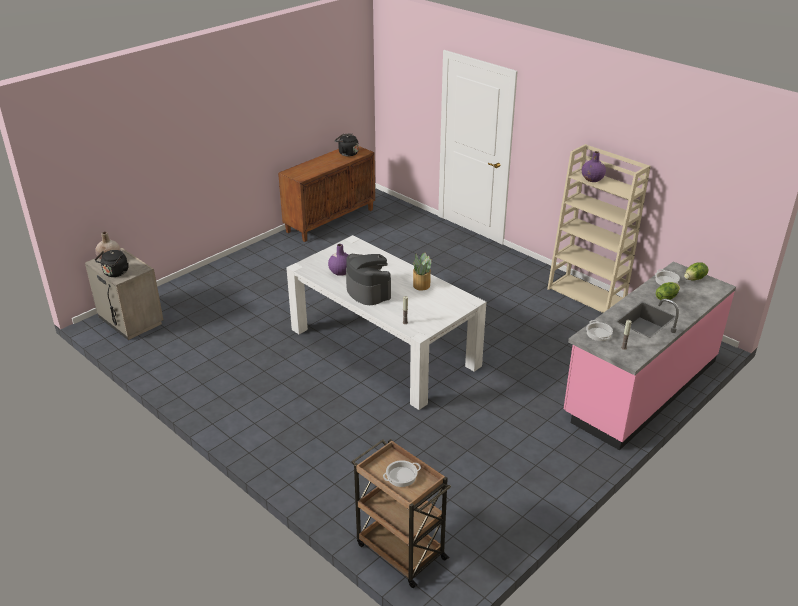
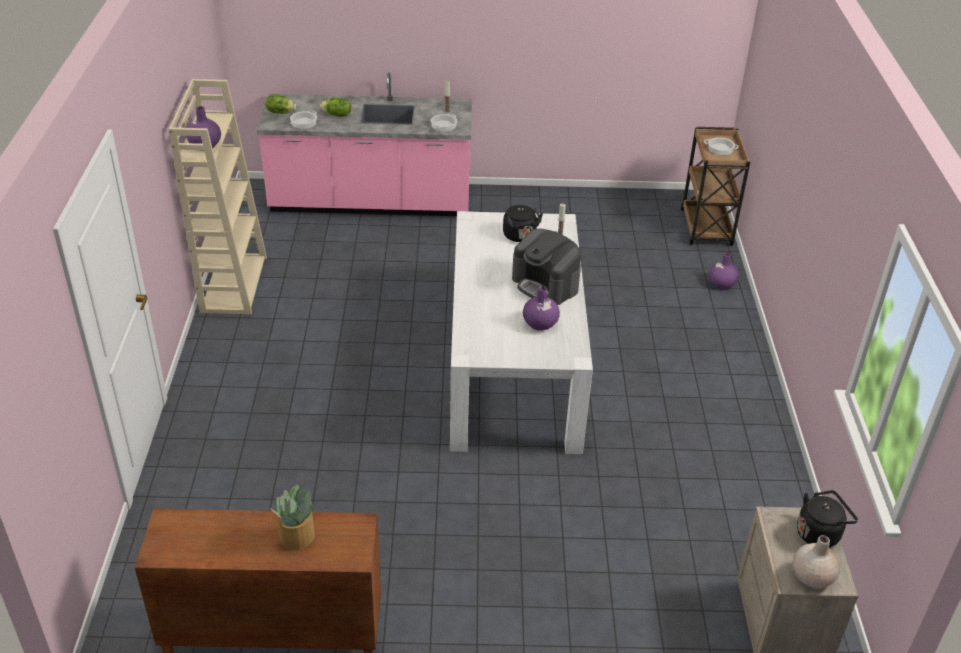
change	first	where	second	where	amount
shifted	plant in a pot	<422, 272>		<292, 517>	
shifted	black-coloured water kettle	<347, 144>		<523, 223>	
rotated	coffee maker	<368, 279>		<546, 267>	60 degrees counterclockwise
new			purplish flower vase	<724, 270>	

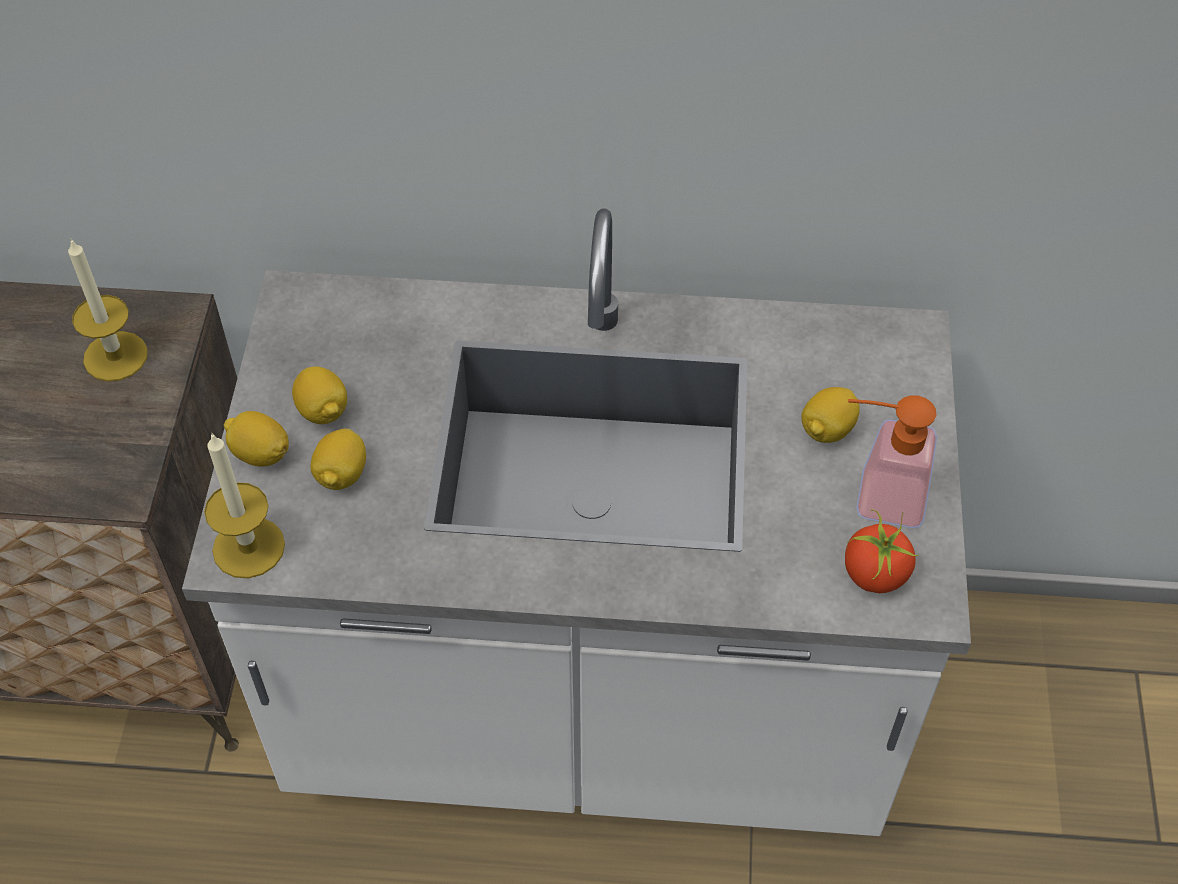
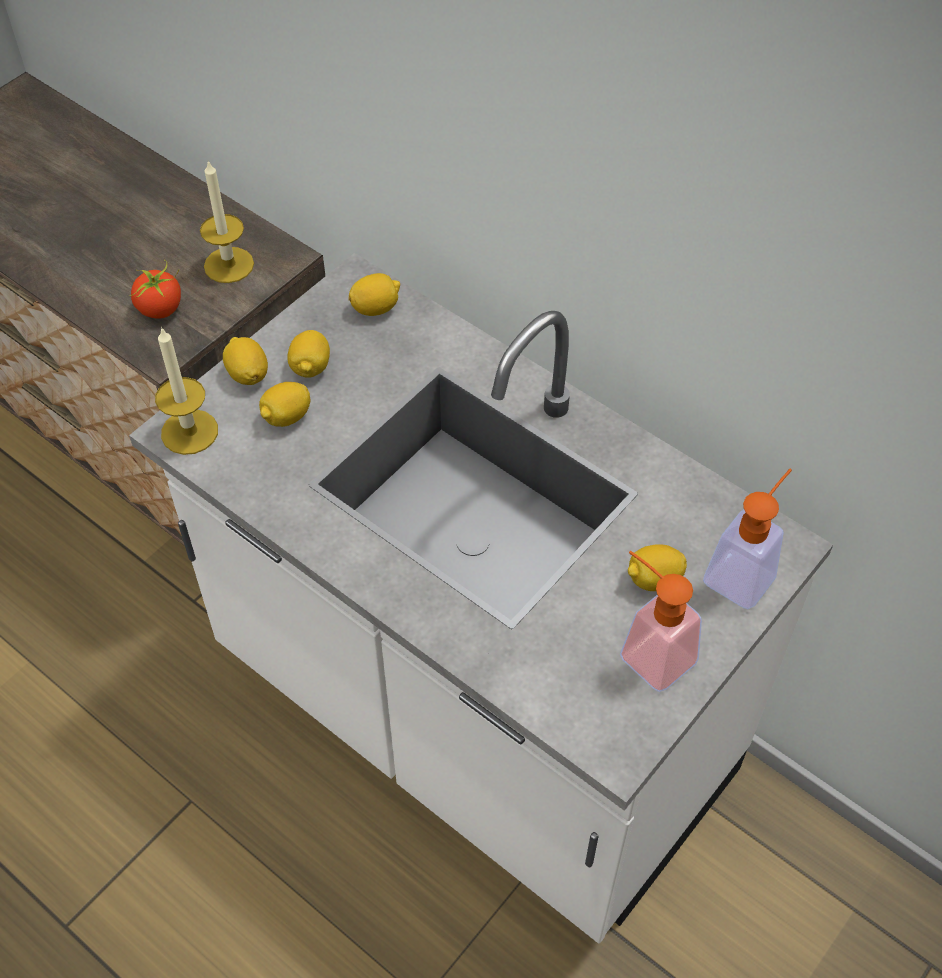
change	first	where	second	where	amount
shifted	fresh tomato	<881, 551>		<155, 289>	
new			whole lemon	<374, 294>	
new			soap bottle	<747, 539>	

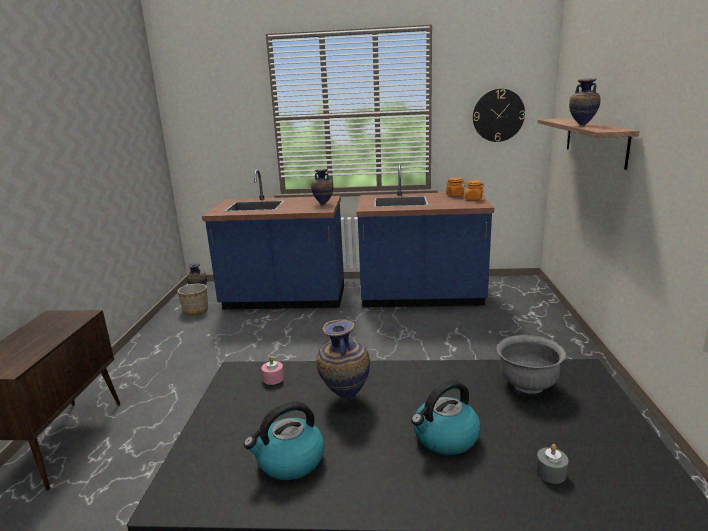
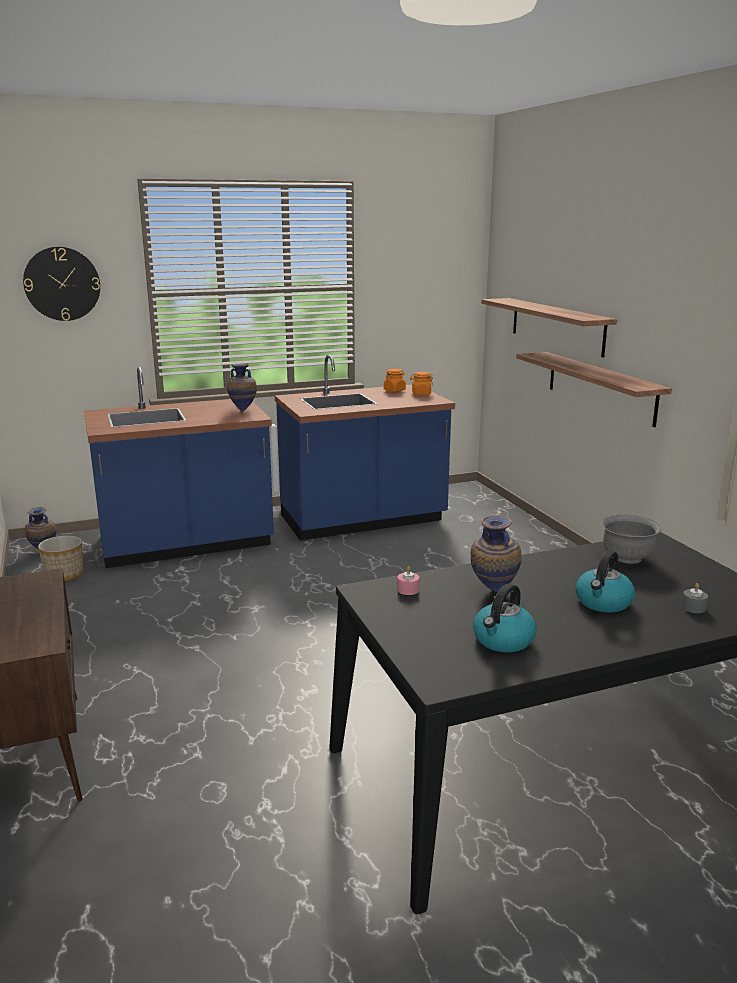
change	first	where	second	where	amount
shifted	clock on the wall	<499, 115>		<61, 284>	
new			wall shelf	<594, 389>	
gone	flower vase	<585, 102>			

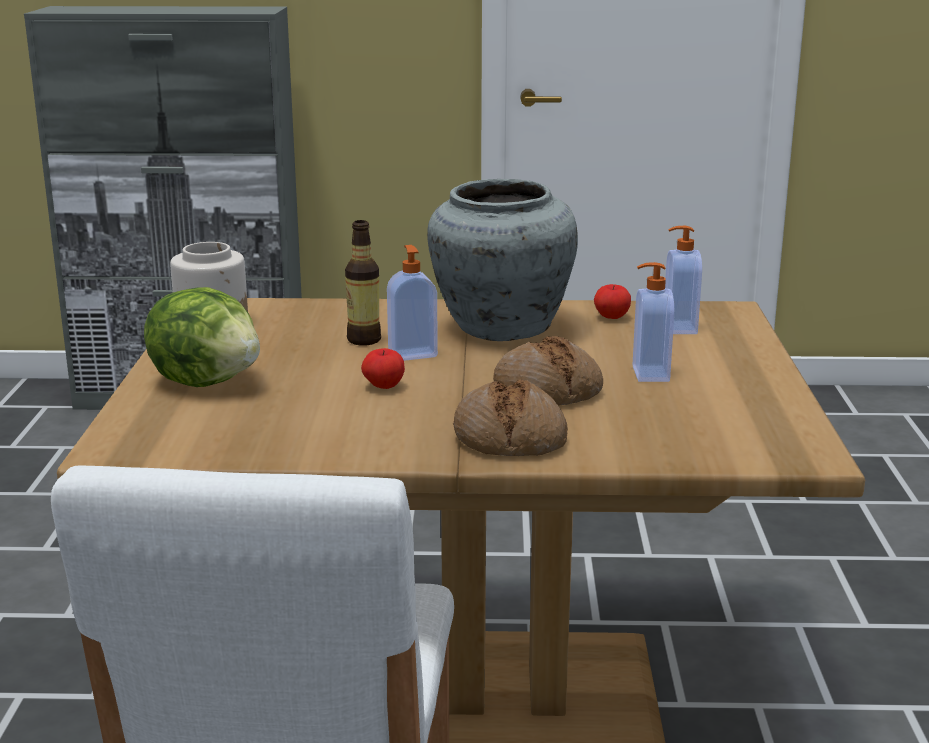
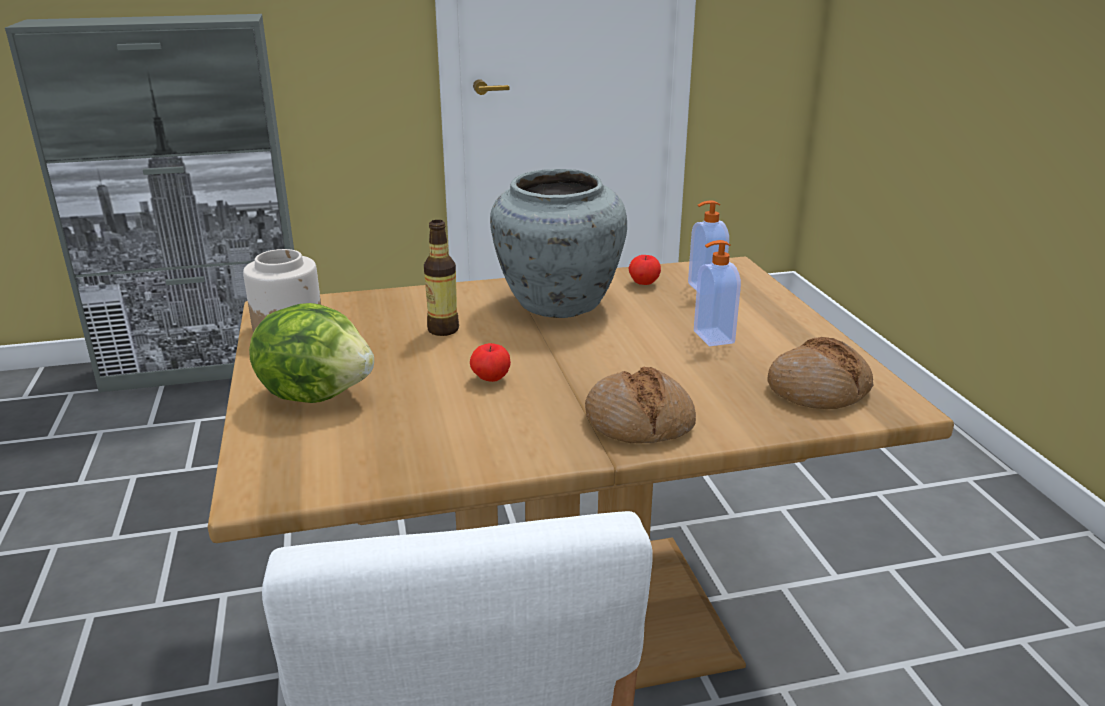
change	first	where	second	where	amount
shifted	baked bread	<548, 371>		<820, 373>	
gone	soap bottle	<412, 303>			

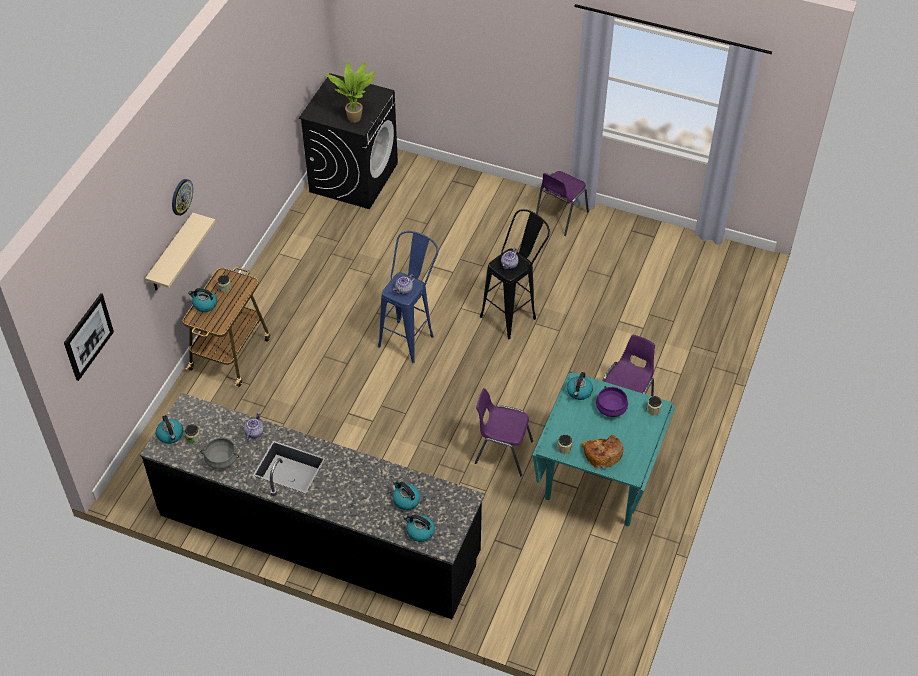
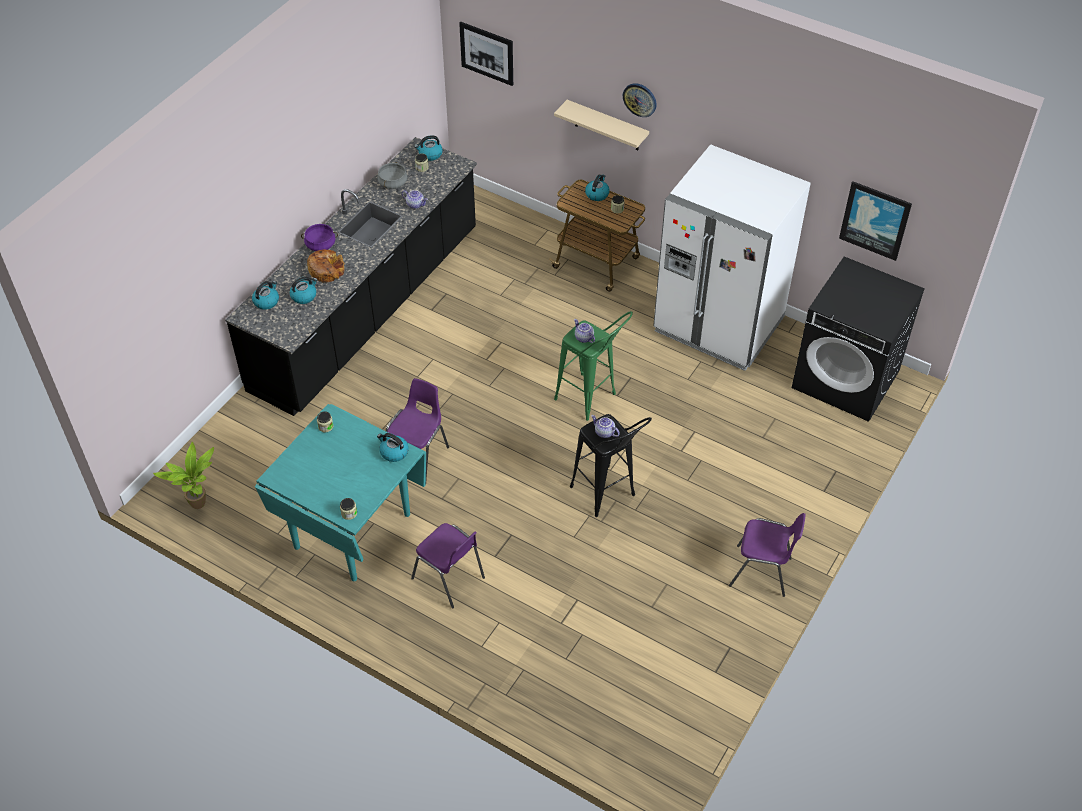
change	first	where	second	where	amount
shifted	plant in a pot	<350, 92>		<183, 475>	
shifted	purplish stockpot	<612, 401>		<319, 237>	
shifted	baked bread	<603, 452>		<326, 266>	
repainted	blue stool	<408, 297>	green stool	<593, 366>	
new			white refrigerator	<732, 257>	
rotated	purplish upright chair	<562, 203>		<767, 555>	150 degrees clockwise
new			wall picture	<875, 221>	

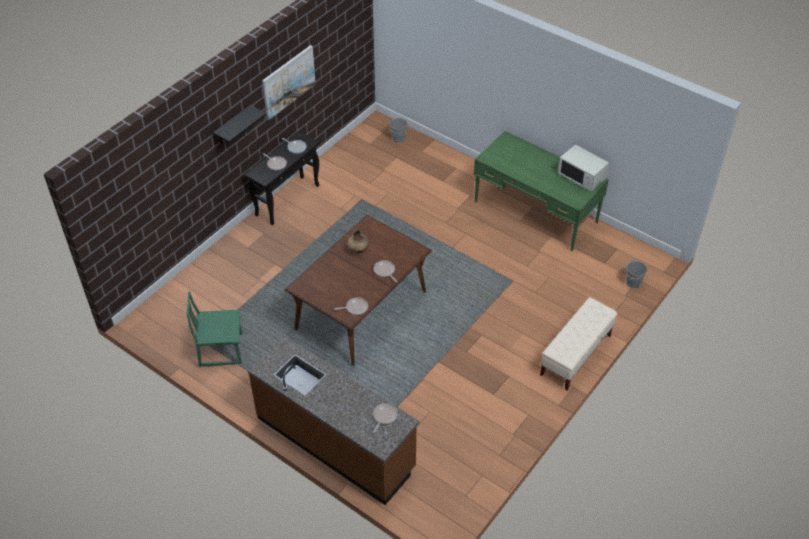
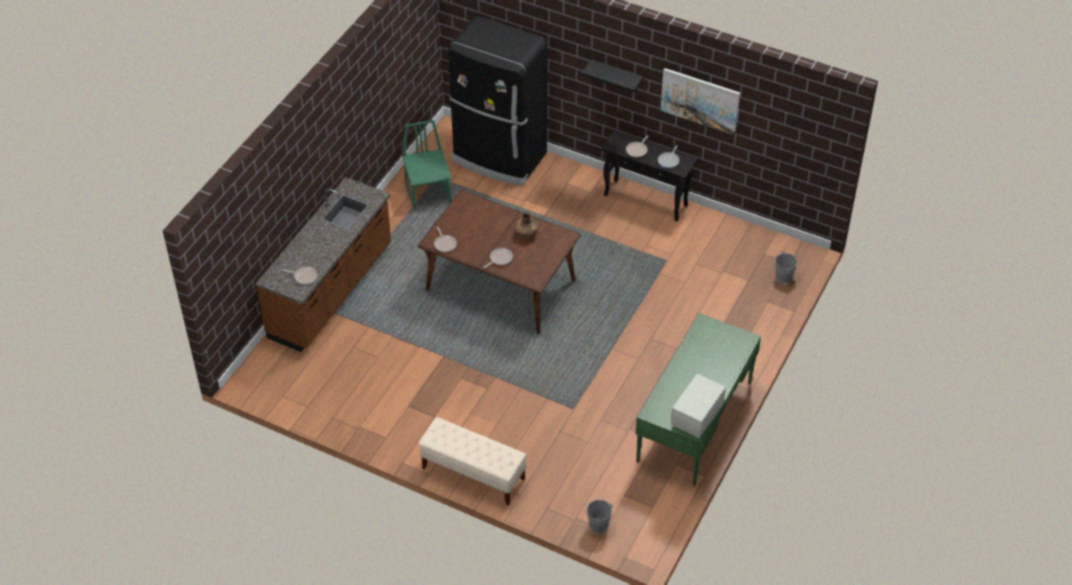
change	first	where	second	where	amount
new			black-coloured refrigerator	<498, 100>	

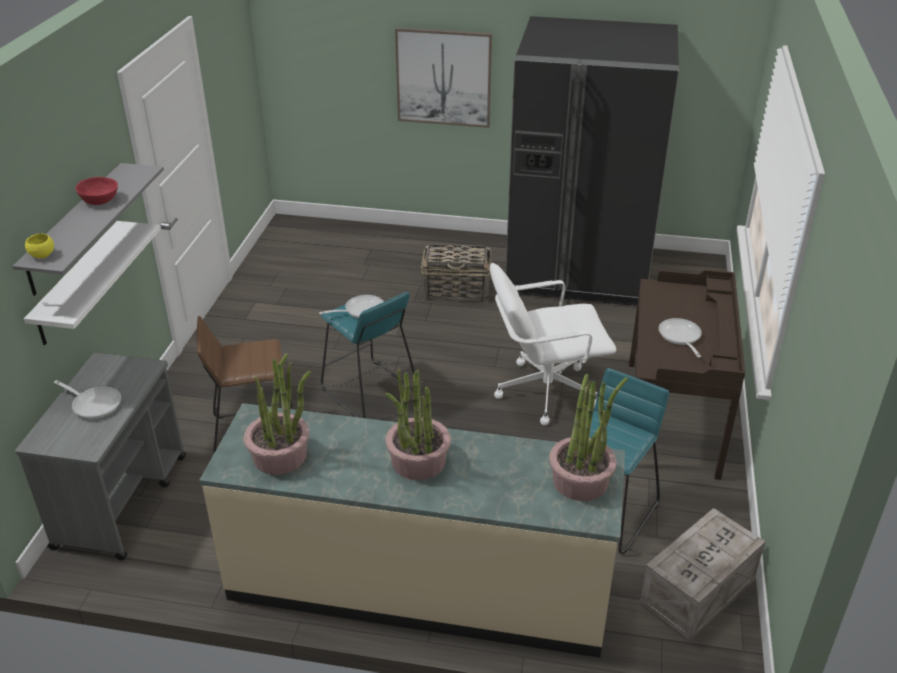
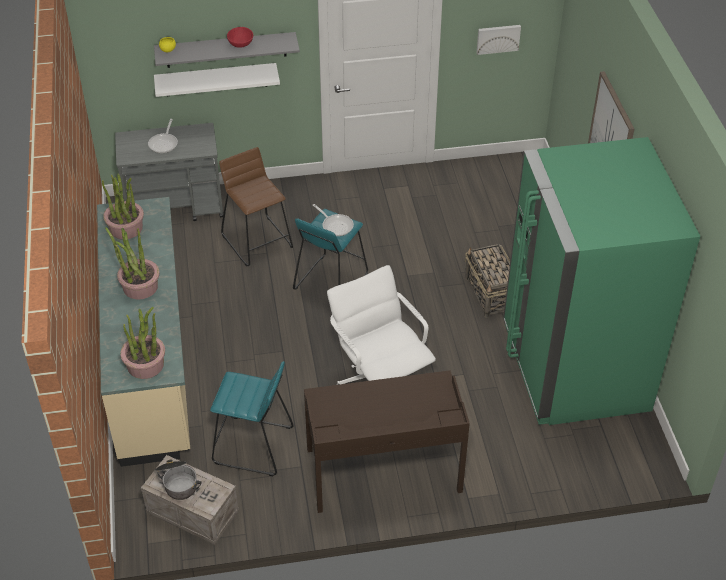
change	first	where	second	where	amount
new			stockpot	<178, 480>	
new			wall picture	<499, 40>	
repainted	black-coloured refrigerator	<592, 161>	green refrigerator	<601, 281>	
gone	skillet	<680, 338>			

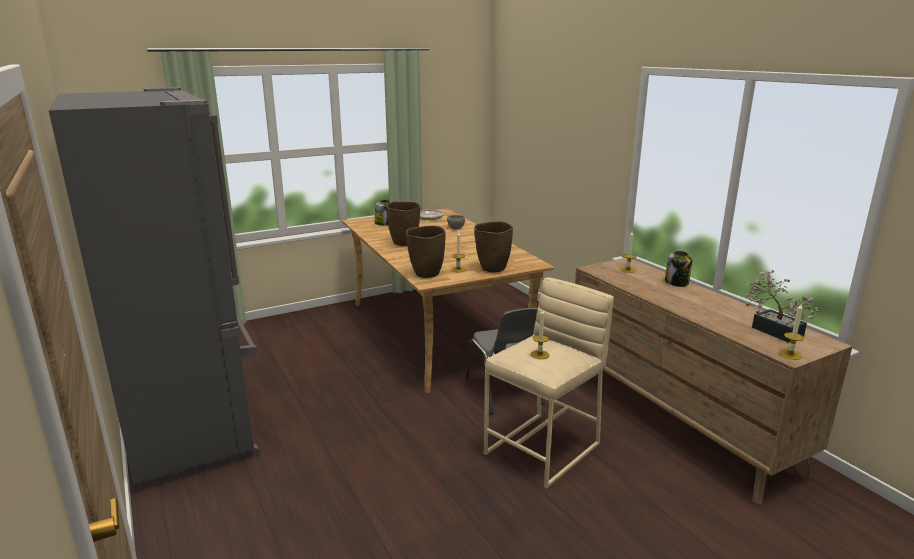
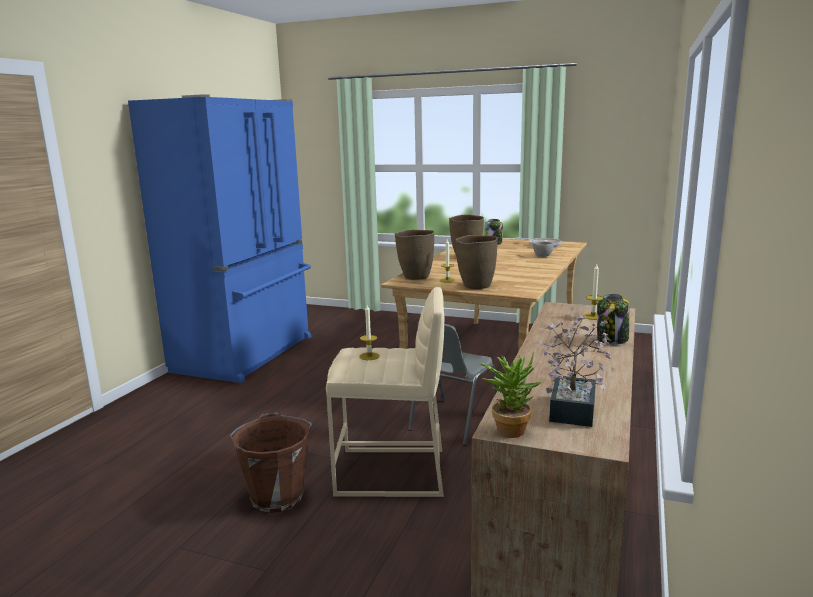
change	first	where	second	where	amount
repainted	greyish refrigerator	<155, 289>	blue refrigerator	<219, 238>	
new			brownish bucket	<271, 462>	
swapped	wax light	<791, 332>	plant in a pot	<511, 394>	

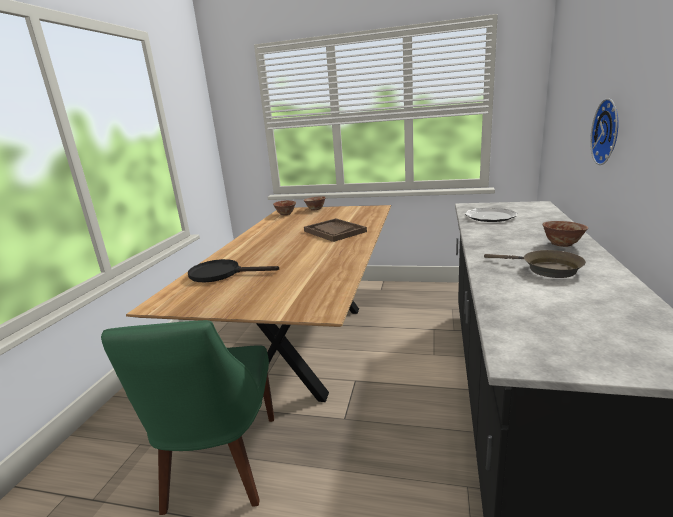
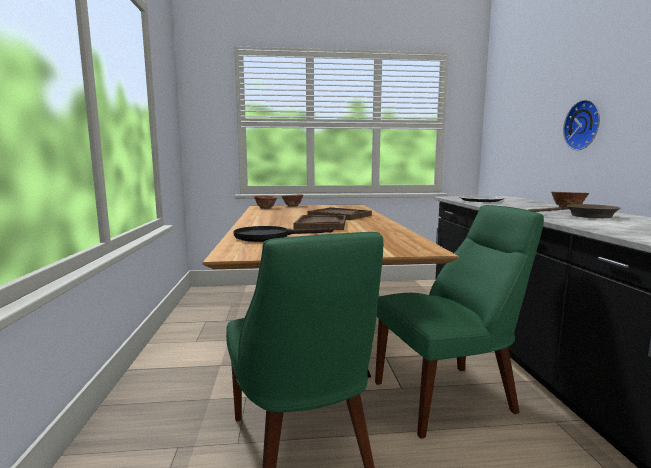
change	first	where	second	where	amount
new			brownish tray	<320, 222>	
new			green upright chair	<459, 322>	

